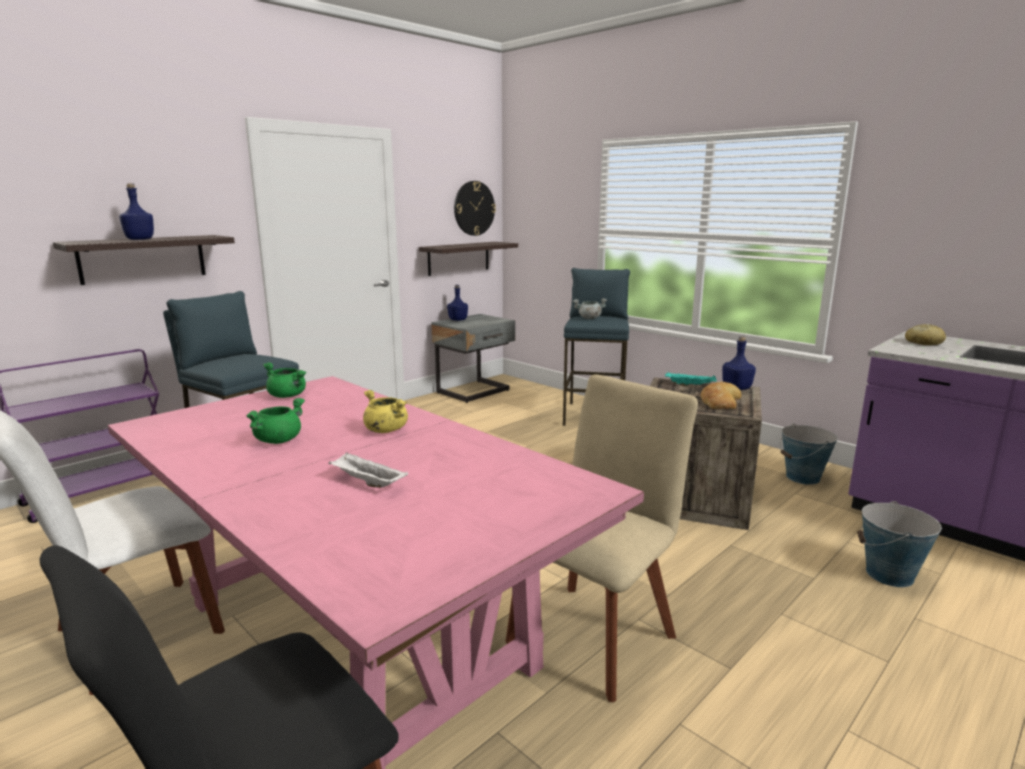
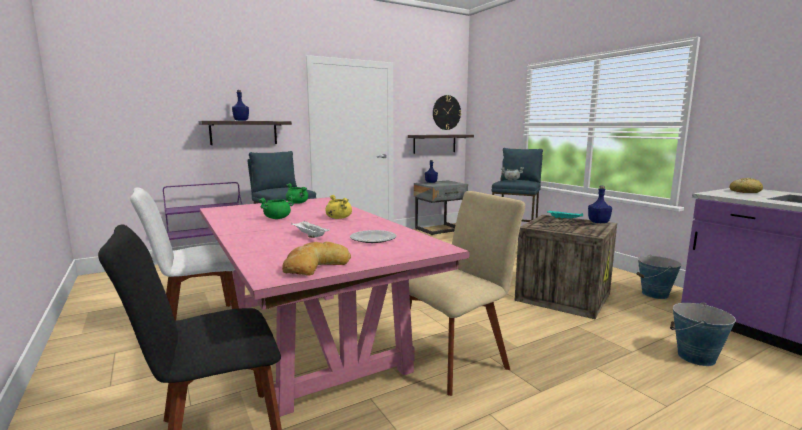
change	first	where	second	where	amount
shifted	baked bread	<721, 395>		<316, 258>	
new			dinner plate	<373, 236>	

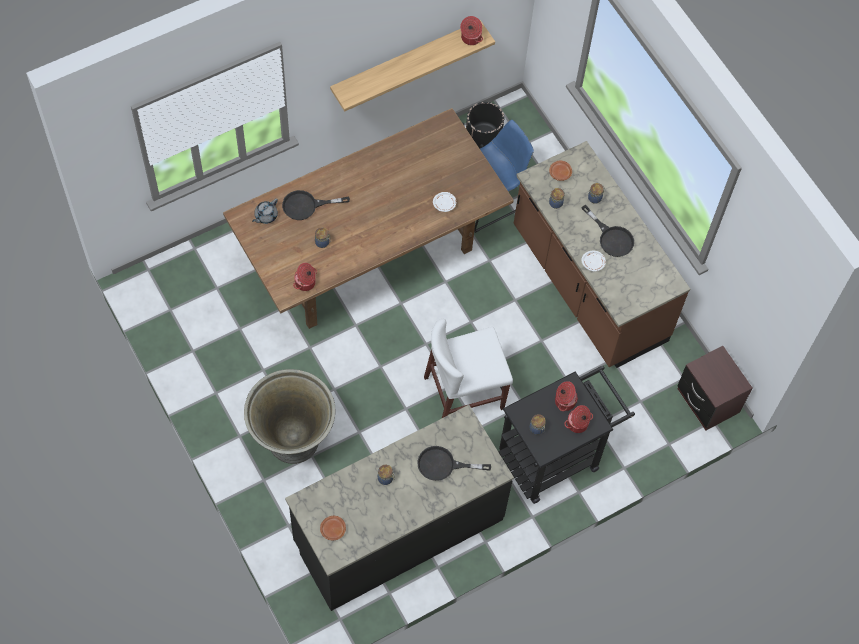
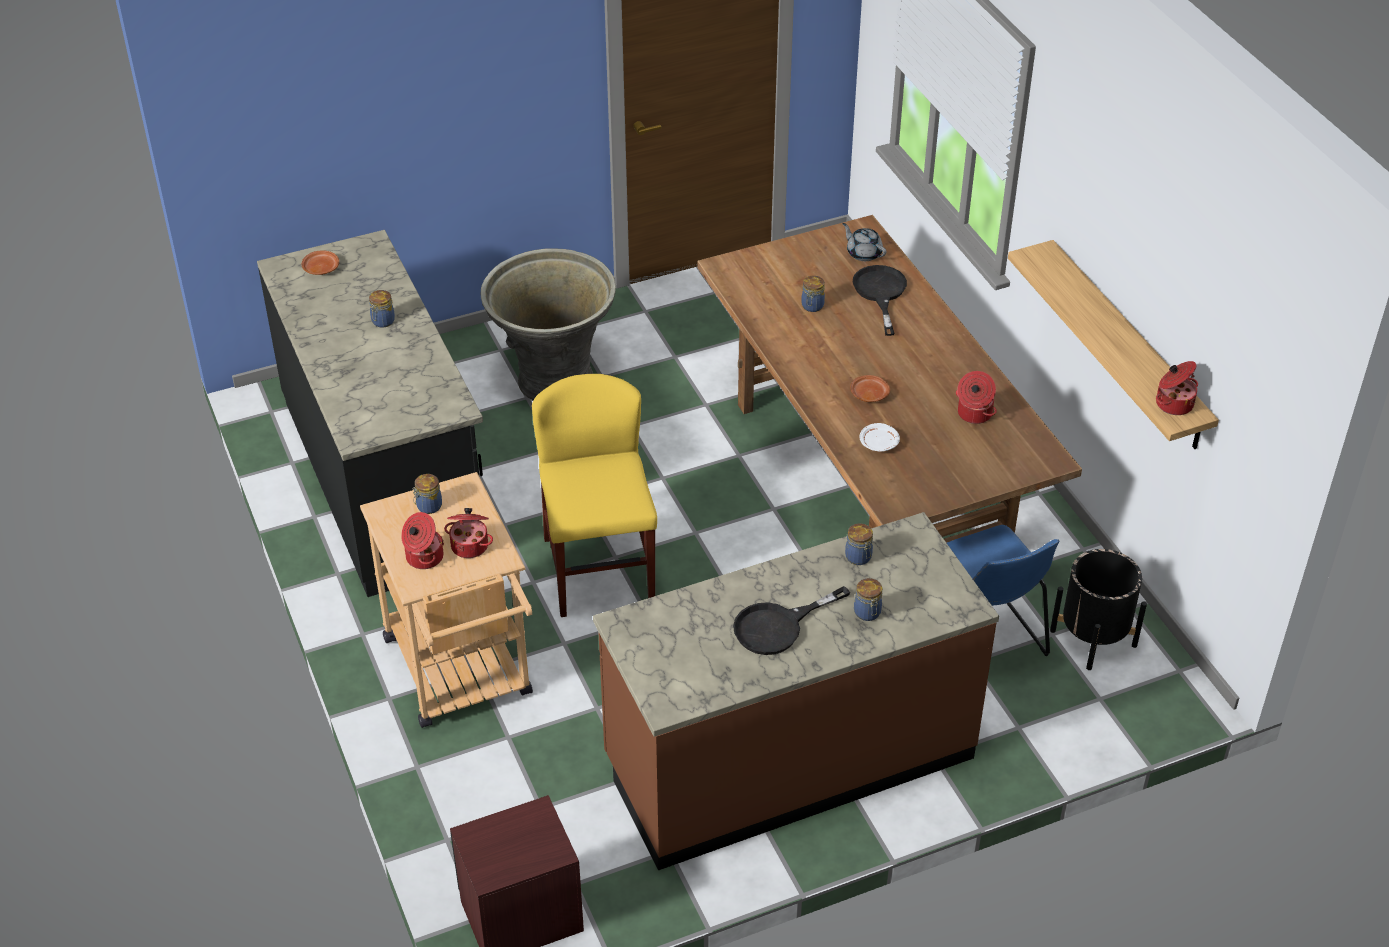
change	first	where	second	where	amount
repainted	black-coloured cart	<566, 435>	beige cart	<446, 600>	
repainted	white upright chair	<468, 369>	yellowish upright chair	<594, 495>	
shifted	brownish dinner plate	<560, 171>		<870, 388>	
shifted	stockpot	<305, 277>		<976, 397>	
gone	black-coloured skillet	<454, 463>			
gone	white dinner plate	<593, 260>			

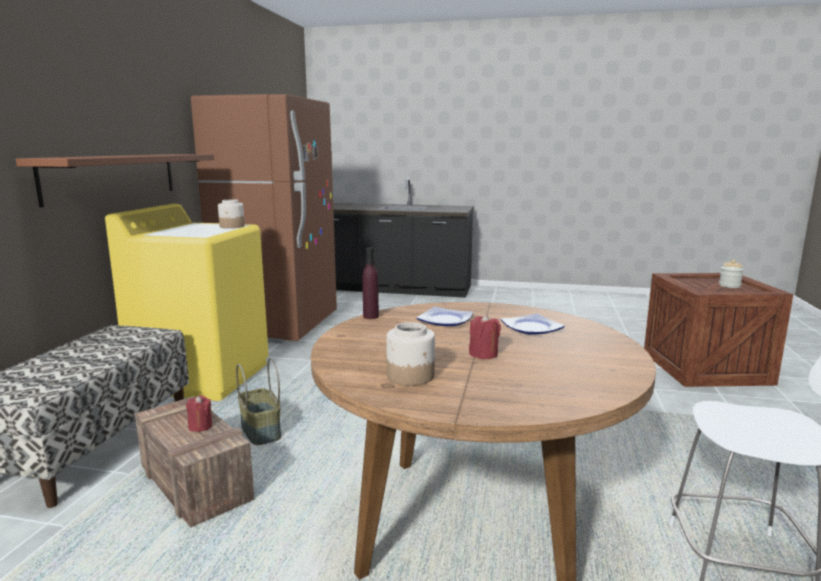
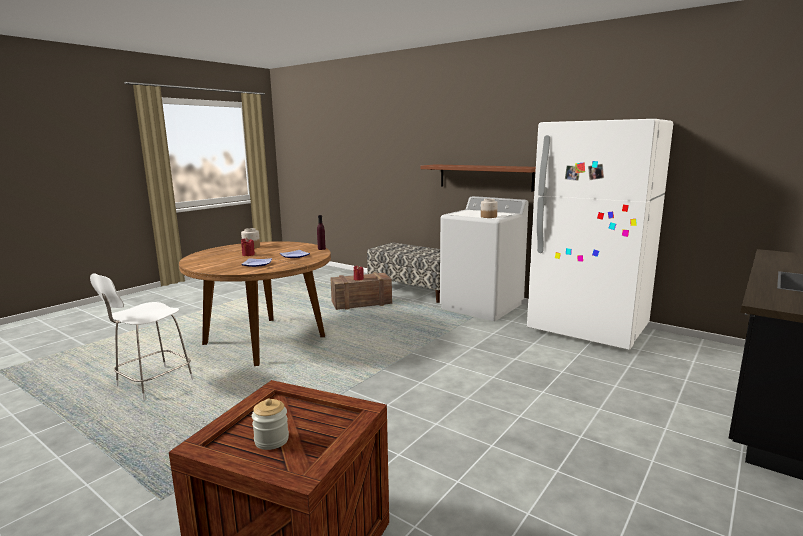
change	first	where	second	where	amount
repainted	yellowish washing machine	<187, 302>	white washing machine	<484, 258>	
repainted	brownish refrigerator	<264, 218>	white refrigerator	<600, 234>	
gone	basket	<258, 401>			

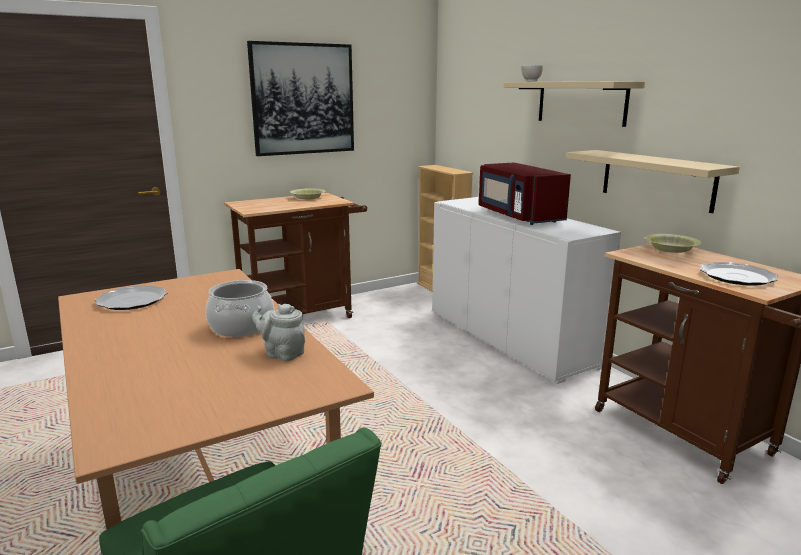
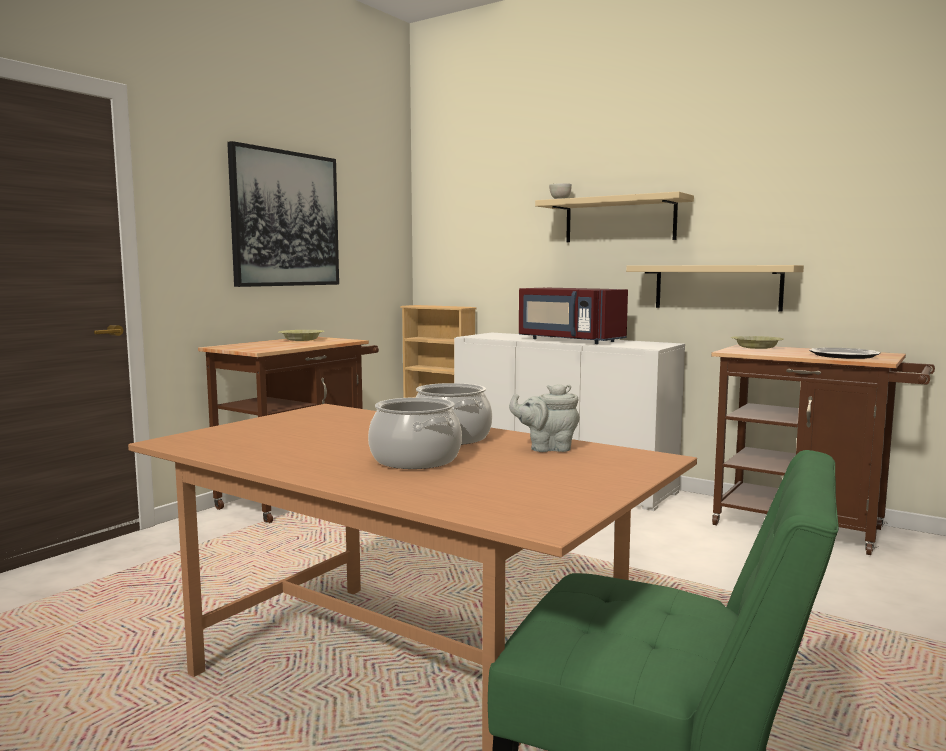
change	first	where	second	where	amount
new			stockpot	<415, 433>	
gone	dinner plate	<131, 297>			

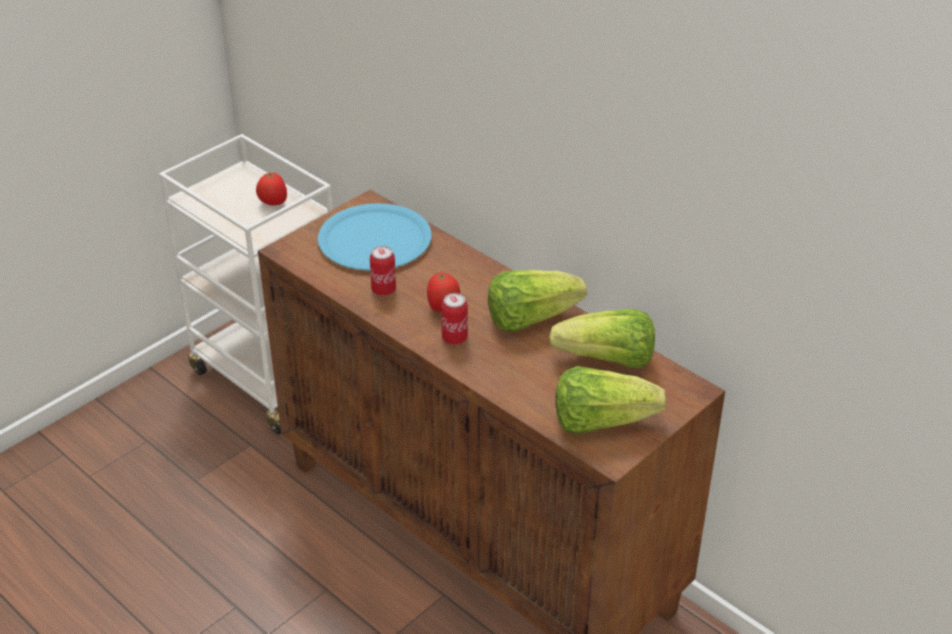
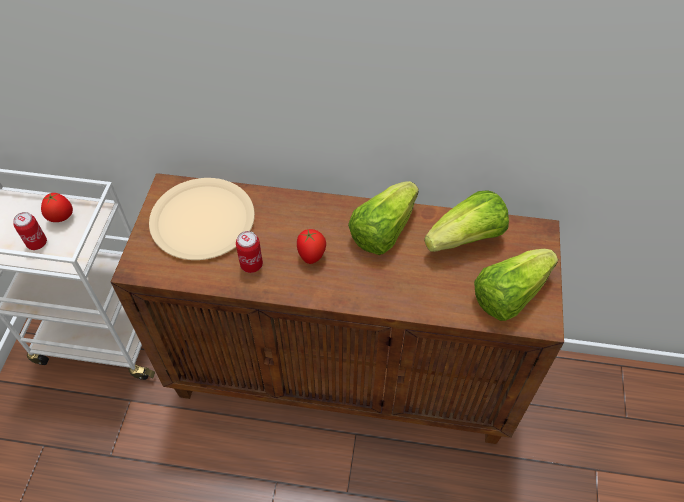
change	first	where	second	where	amount
shifted	can	<454, 319>		<30, 231>	
repainted	blue dinner plate	<375, 237>	beige dinner plate	<202, 219>	

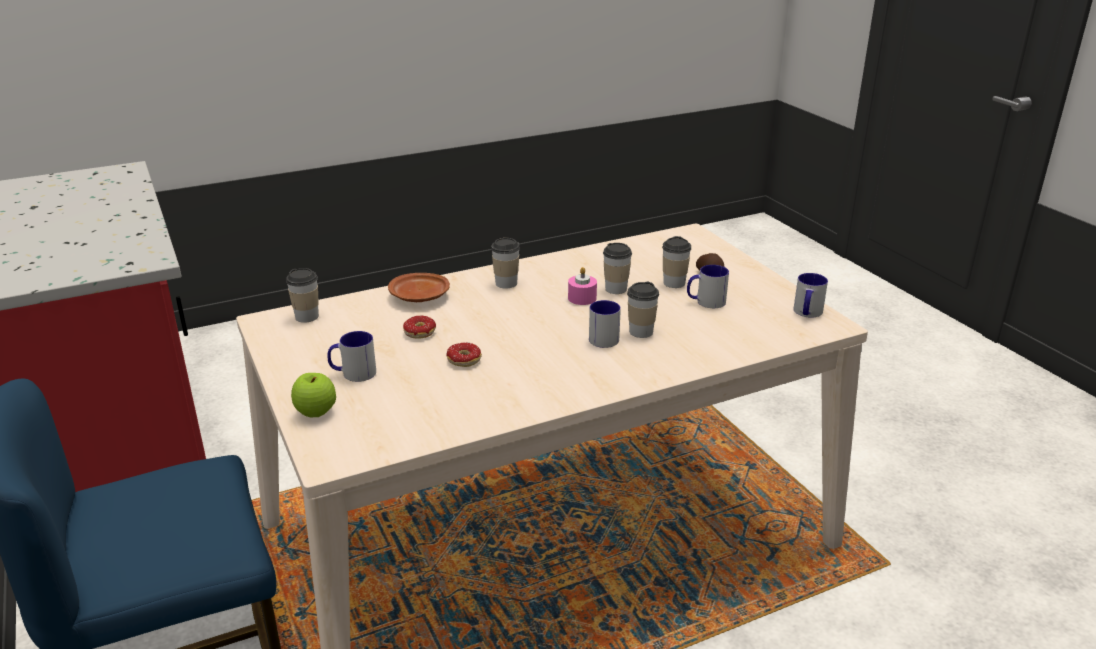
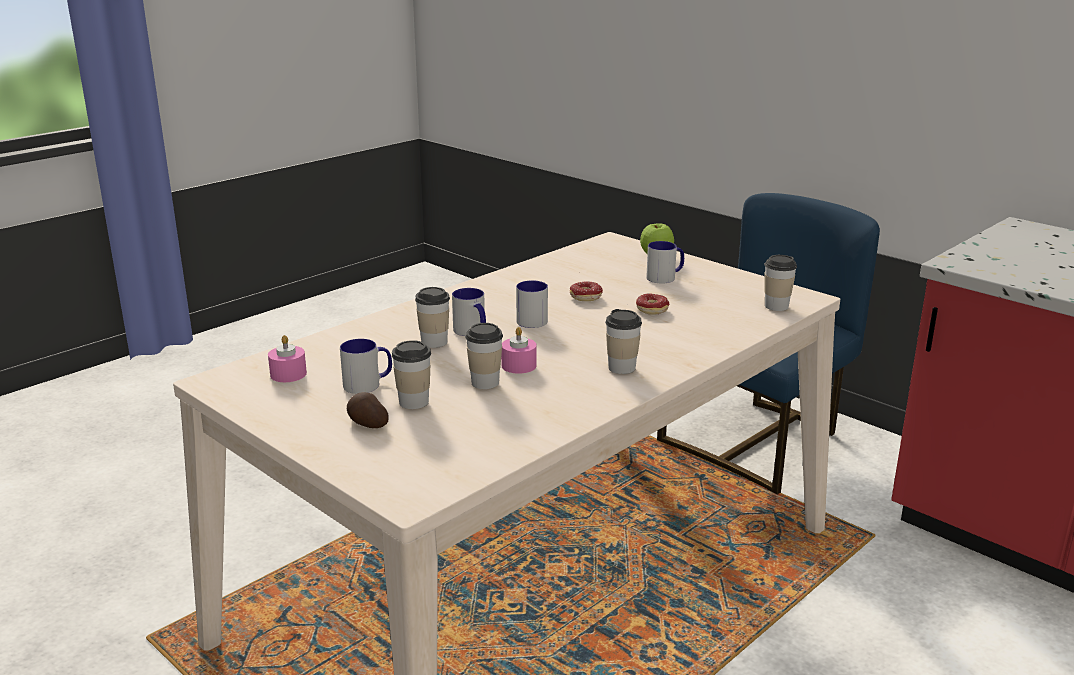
change	first	where	second	where	amount
new			pink wax light	<287, 358>	
shifted	tea mug	<810, 295>		<532, 304>	
gone	brownish dinner plate	<419, 287>			

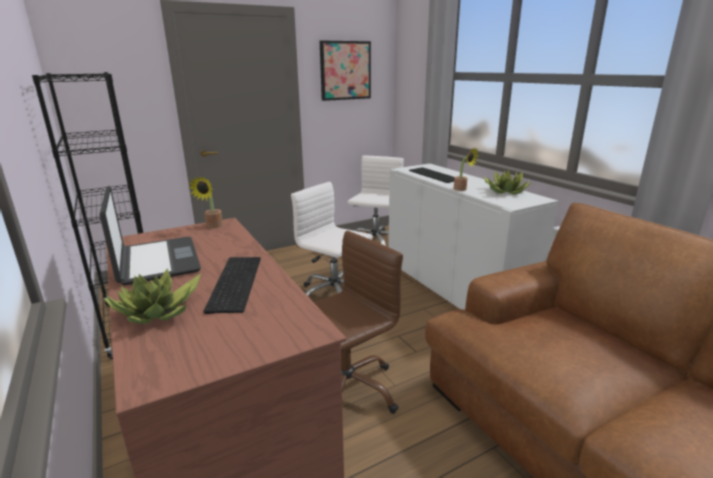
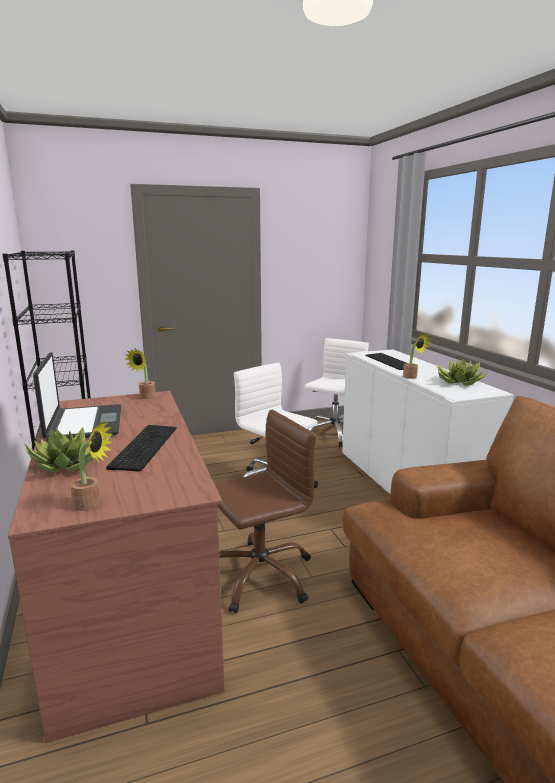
change	first	where	second	where	amount
new			plant in a pot	<91, 466>	
gone	wall picture	<345, 70>			

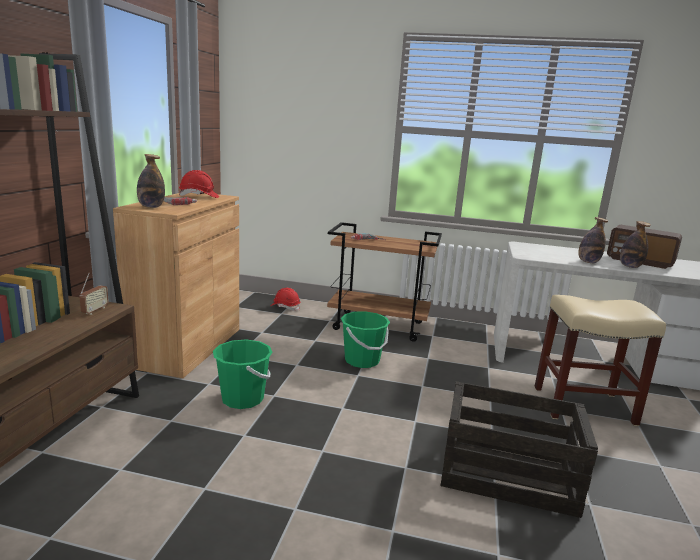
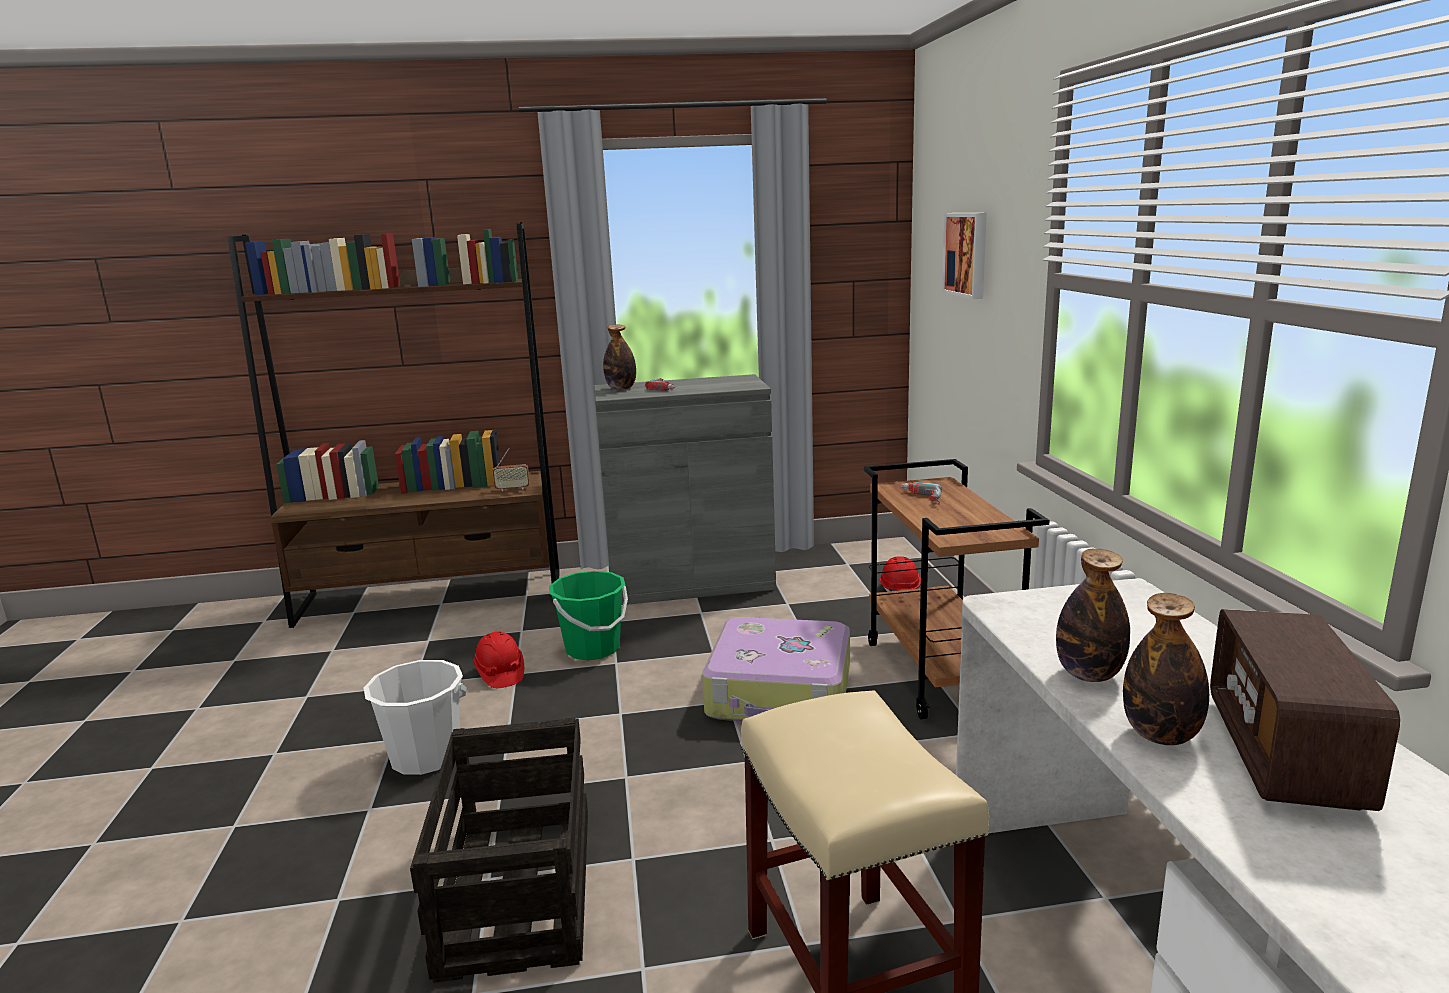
change	first	where	second	where	amount
new			white bucket	<415, 717>	
shifted	red-coloured work helmet	<199, 184>		<498, 660>	
repainted	brownish cabinet	<176, 285>	greyish cabinet	<685, 489>	
swapped	green bucket	<365, 339>	piece of luggage	<776, 669>	
new			wall picture	<964, 256>	

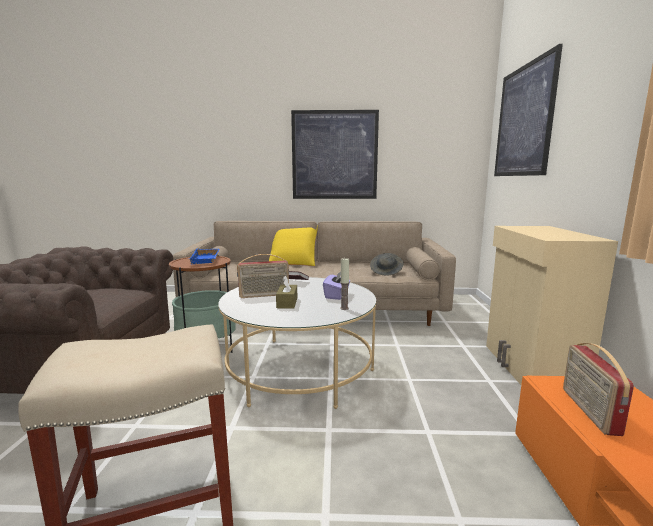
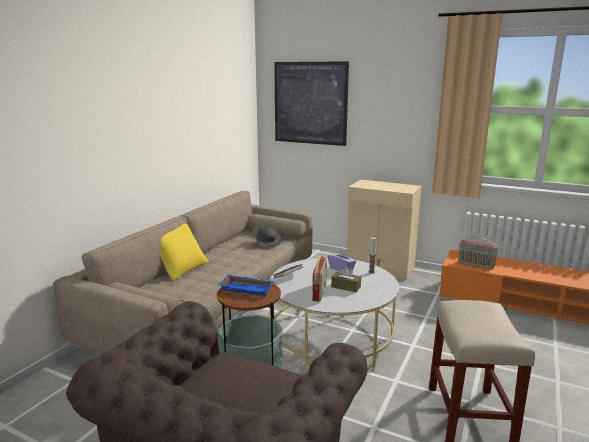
change	first	where	second	where	amount
gone	wall picture	<335, 154>			

